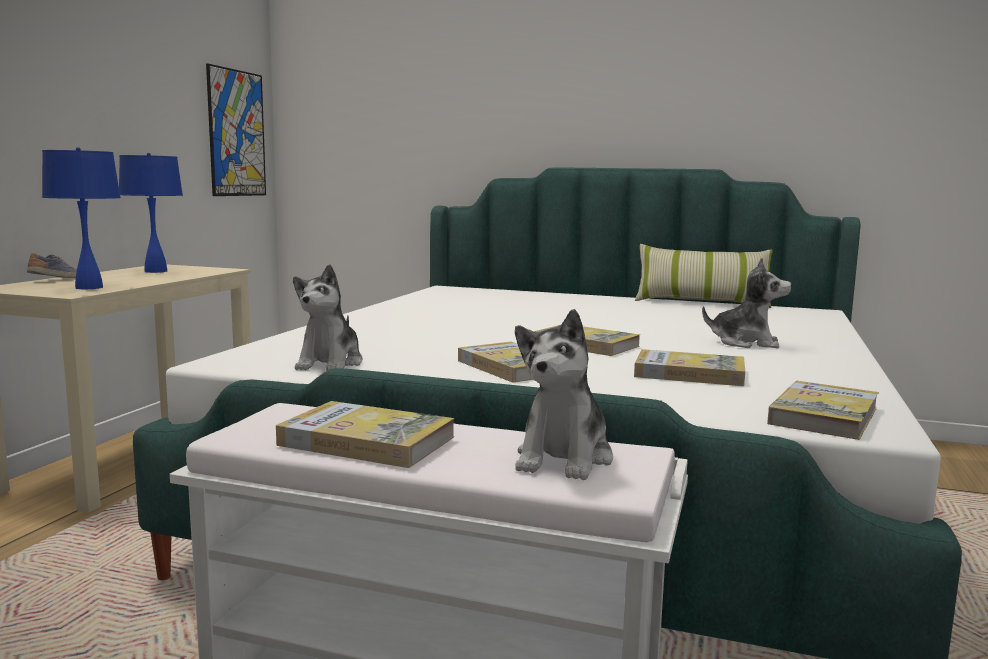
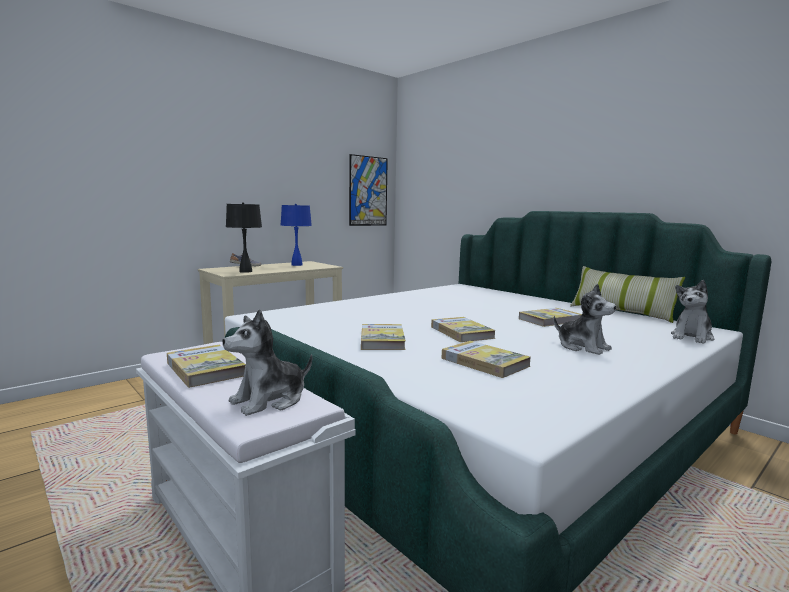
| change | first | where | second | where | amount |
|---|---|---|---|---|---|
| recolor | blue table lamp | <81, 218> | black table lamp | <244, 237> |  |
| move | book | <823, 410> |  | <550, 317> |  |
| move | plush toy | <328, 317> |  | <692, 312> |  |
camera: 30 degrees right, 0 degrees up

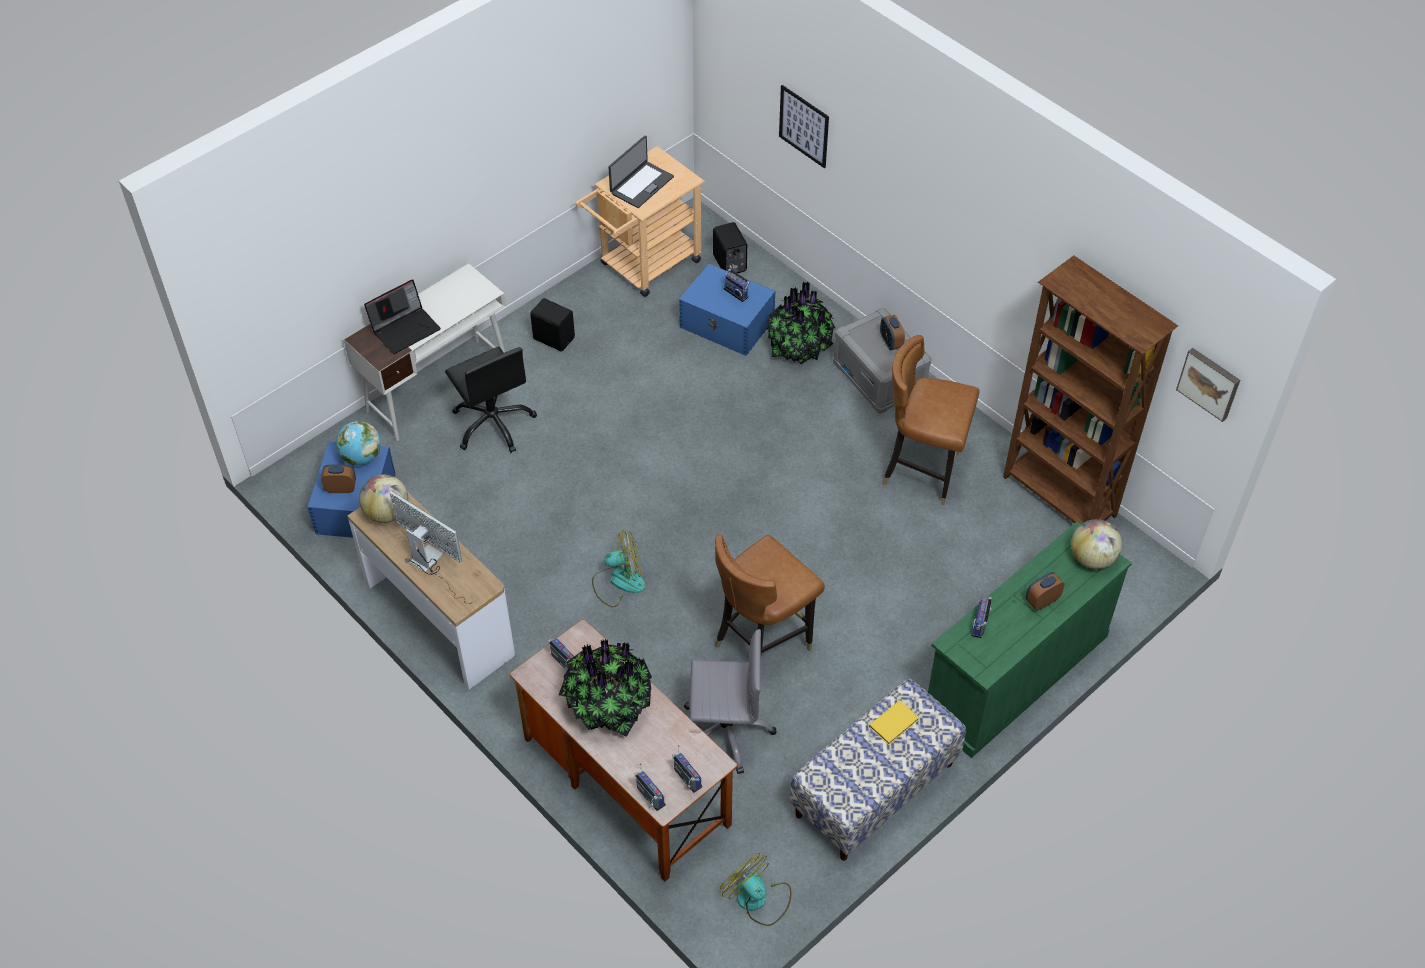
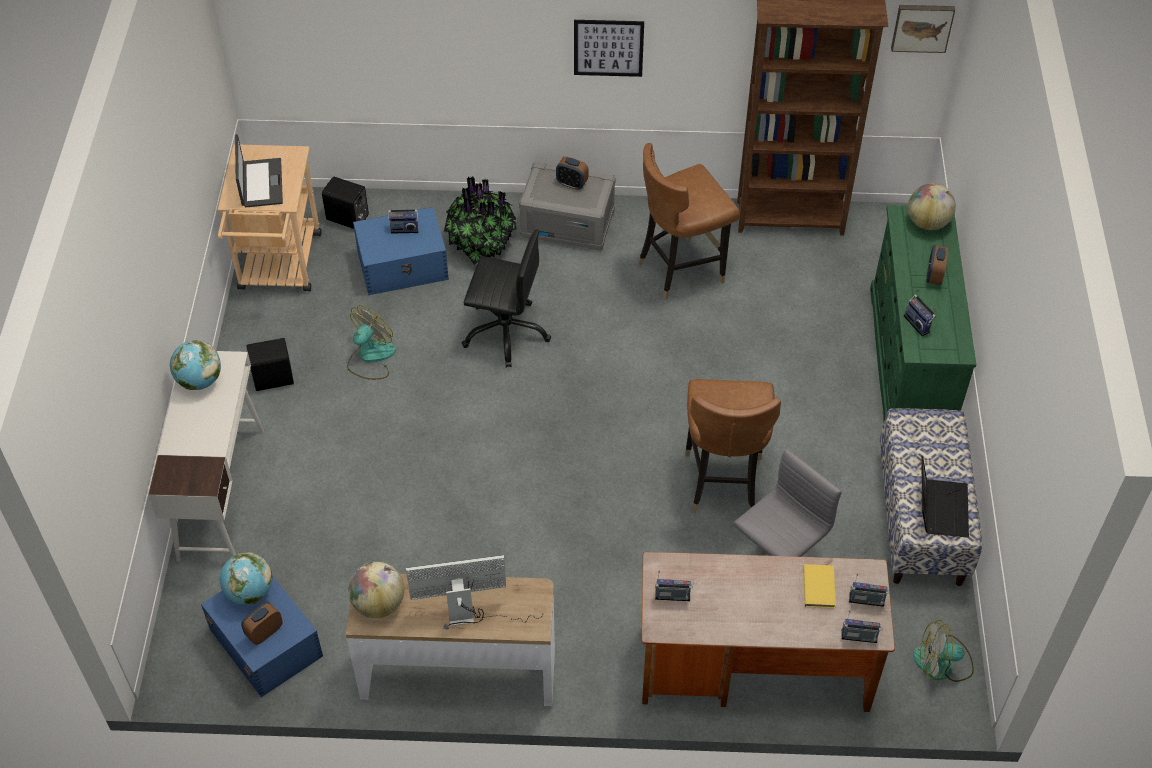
| change | first | where | second | where | amount |
|---|---|---|---|---|---|
| insert |  |  | globe | <195, 365> |  |
| move | fan | <618, 568> |  | <371, 342> |  |
| move | black office chair | <491, 400> |  | <506, 298> |  |
| move | picture | <804, 126> |  | <609, 48> |  |
| move | yellow book | <894, 722> |  | <819, 586> |  |
| move | laptop | <402, 316> |  | <945, 496> |  |
| delete | potted plant | <605, 688> |  |  |  |
camera: 45 degrees left, 0 degrees up

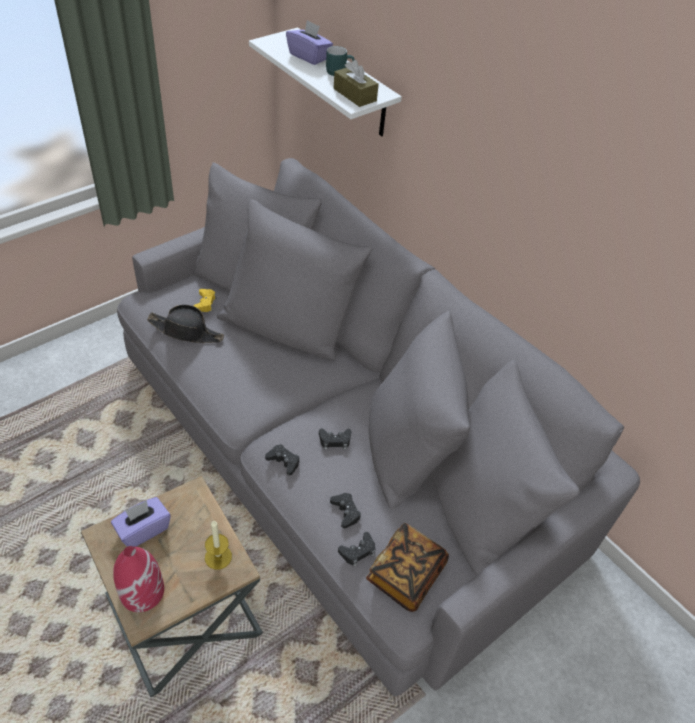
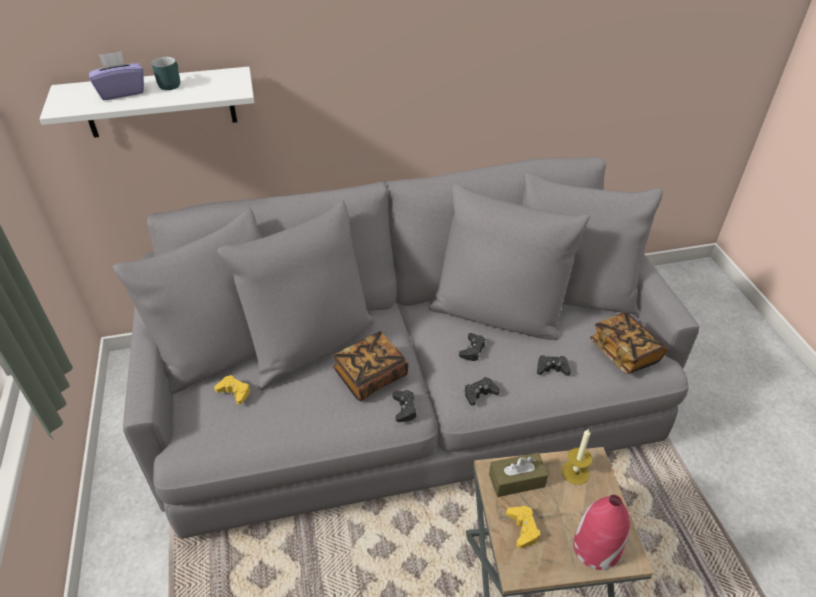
| change | first | where | second | where | amount |
|---|---|---|---|---|---|
| insert |  |  | book | <370, 366> |  |
| move | black game controller | <357, 549> |  | <405, 406> |  |
| move | brown tissue box | <356, 83> |  | <518, 475> |  |
| replace | purple tissue box | <141, 522> | yellow game controller | <523, 527> |  |
| delete | black hat | <185, 324> |  |  |  |
camera: 60 degrees left, 5 degrees down

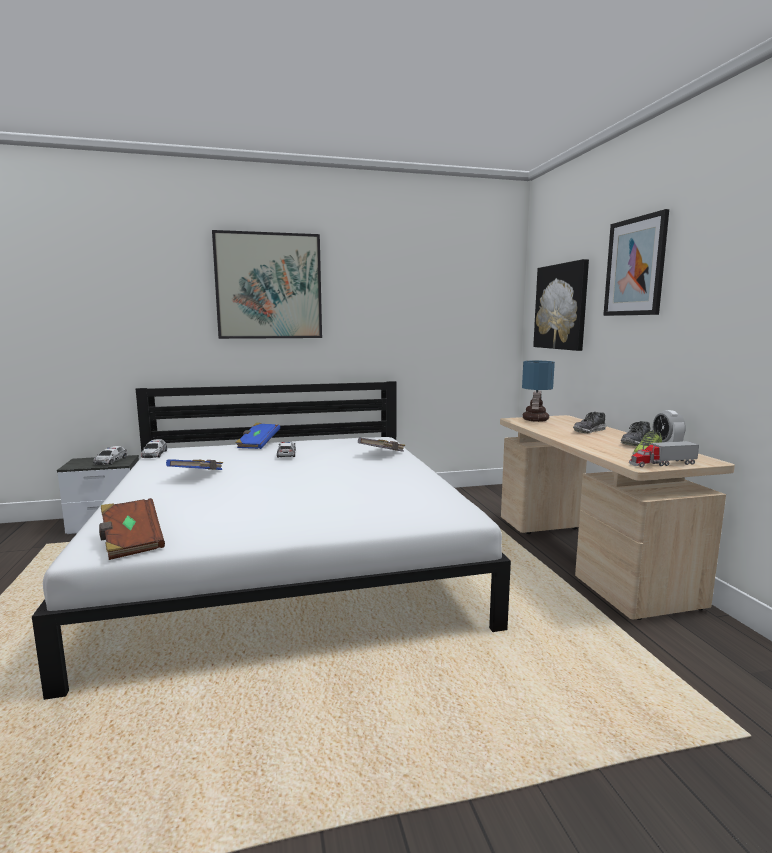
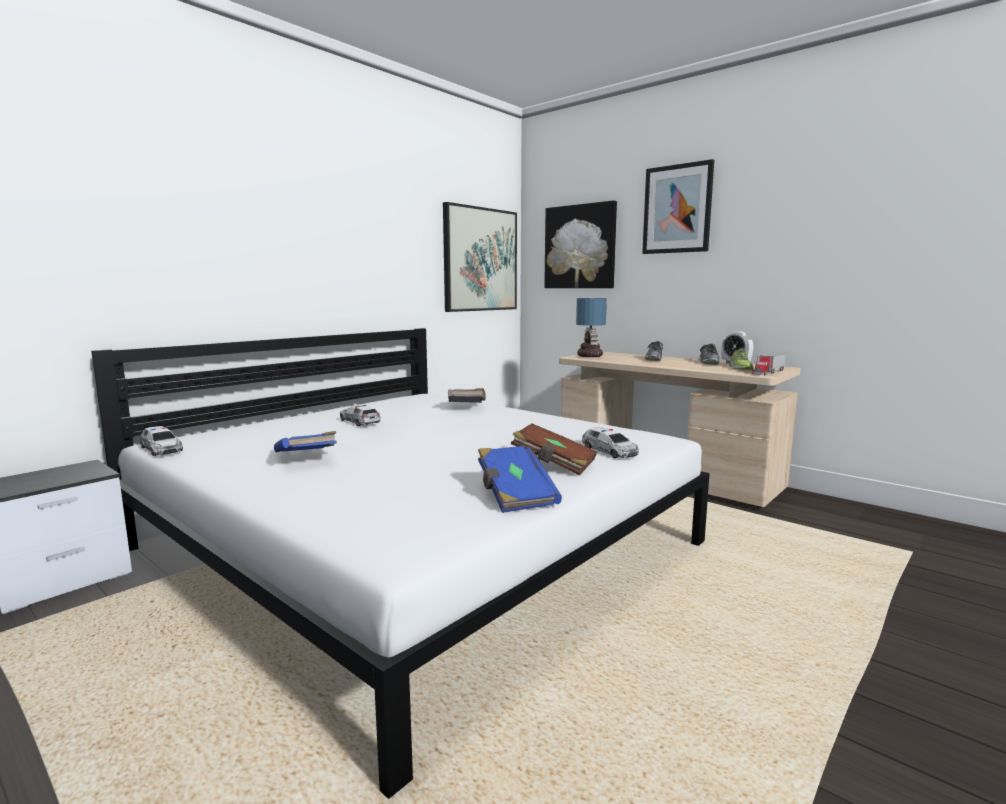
| change | first | where | second | where | amount |
|---|---|---|---|---|---|
| move | picture | <267, 284> |  | <480, 257> |  |
| move | blue book | <257, 436> |  | <520, 479> |  |
| move | brown book | <132, 529> |  | <554, 449> |  |
| move | toy car | <110, 455> |  | <610, 442> |  |
camera: 35 degrees left, 0 degrees up

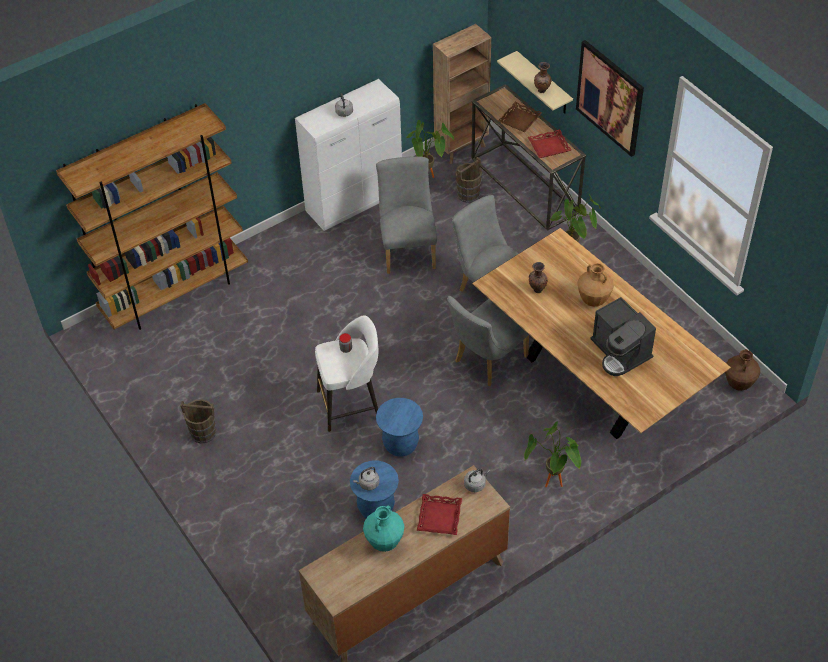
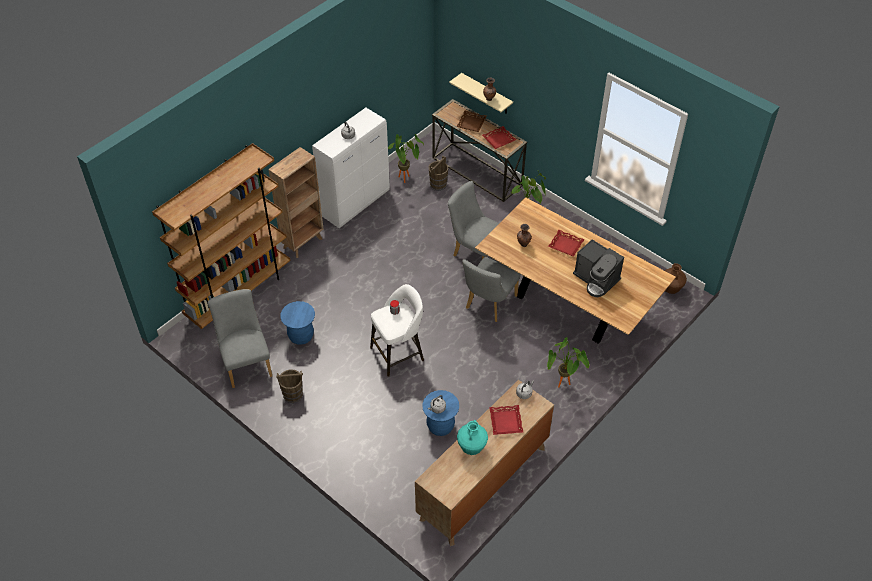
| change | first | where | second | where | amount |
|---|---|---|---|---|---|
| move | grey chair | <406, 215> |  | <240, 338> |  |
| move | brown bookcase | <462, 94> |  | <296, 202> |  |
| move | blue stool | <399, 427> |  | <297, 323> |  |
| replace | brown vase | <595, 285> | red tray | <566, 243> |  |
| delete | picture | <610, 98> |  |  |  |
camera: 15 degrees left, 0 degrees up

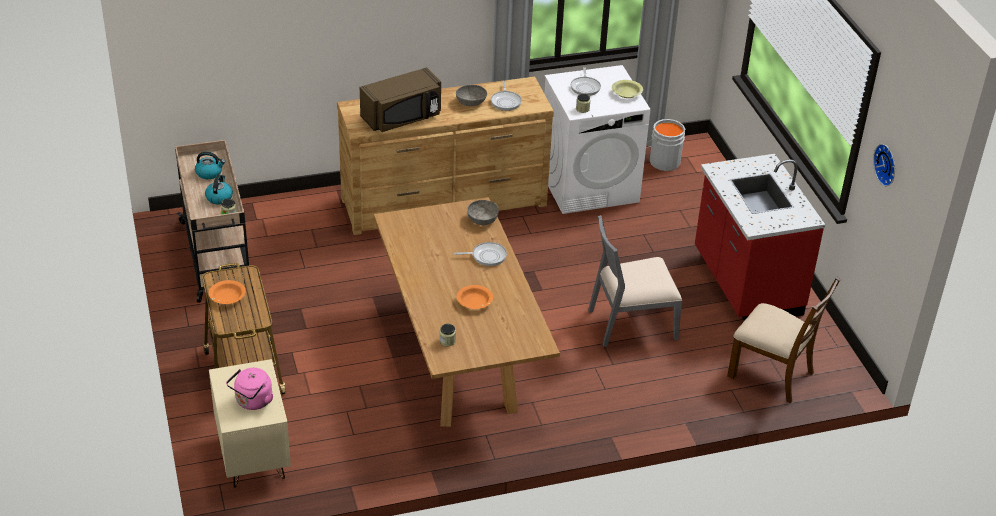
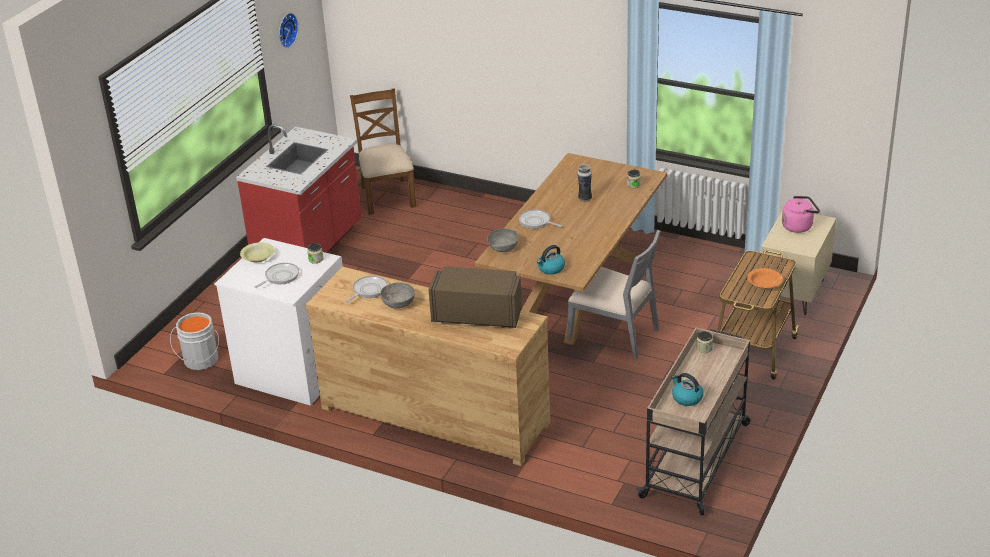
| change | first | where | second | where | amount |
|---|---|---|---|---|---|
| move | kettle | <219, 189> |  | <551, 260> |  |
| move | grey chair | <635, 281> |  | <613, 294> |  |
| replace | orange bowl | <475, 297> | vase | <584, 183> |  |
camera: 135 degrees left, 5 degrees down

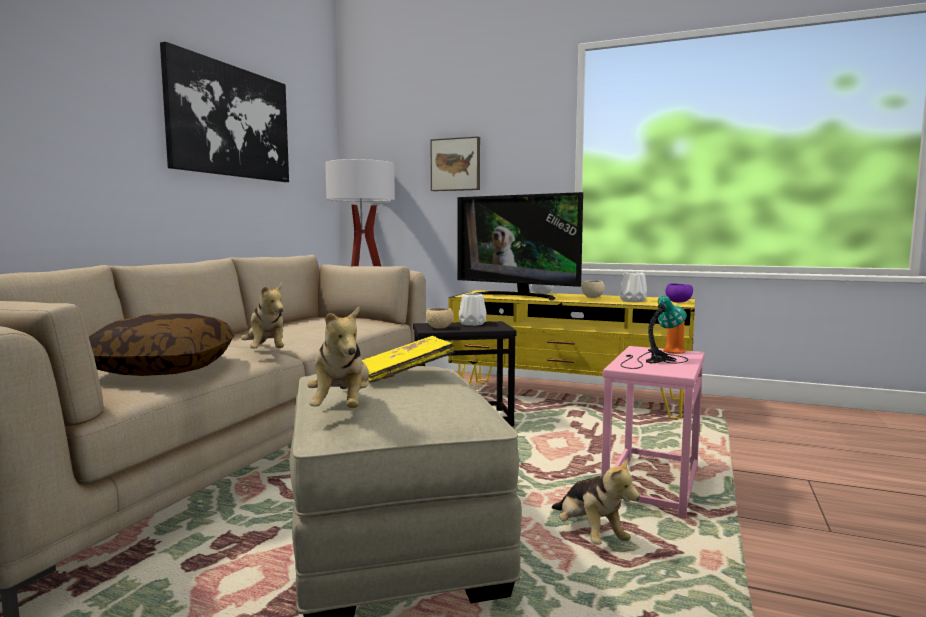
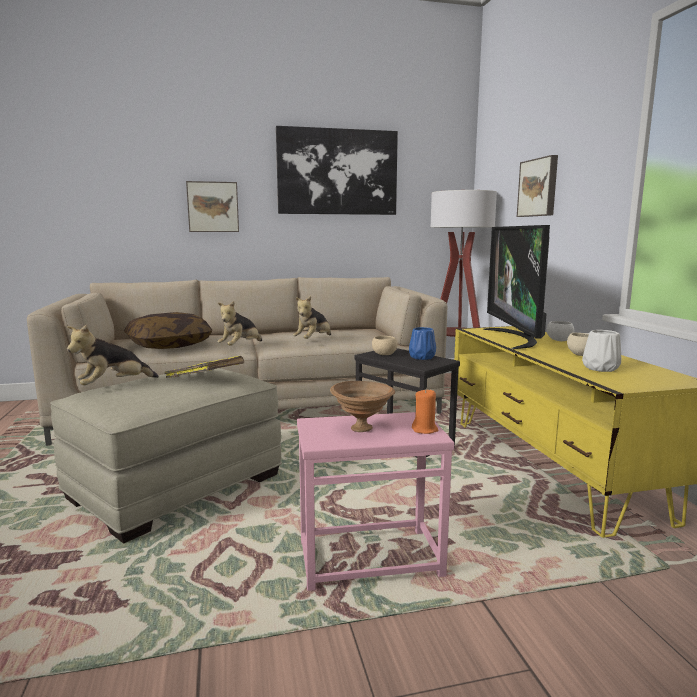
| change | first | where | second | where | amount |
|---|---|---|---|---|---|
| insert |  |  | picture | <212, 206> |  |
| move | plush toy | <595, 501> |  | <312, 317> |  |
| replace | table lamp | <654, 332> | brown bowl | <362, 406> |  |
| recolor | white vase | <473, 309> | blue vase | <422, 343> |  |
| delete | purple bowl | <679, 293> |  |  |  |
camera: 55 degrees right, 5 degrees up

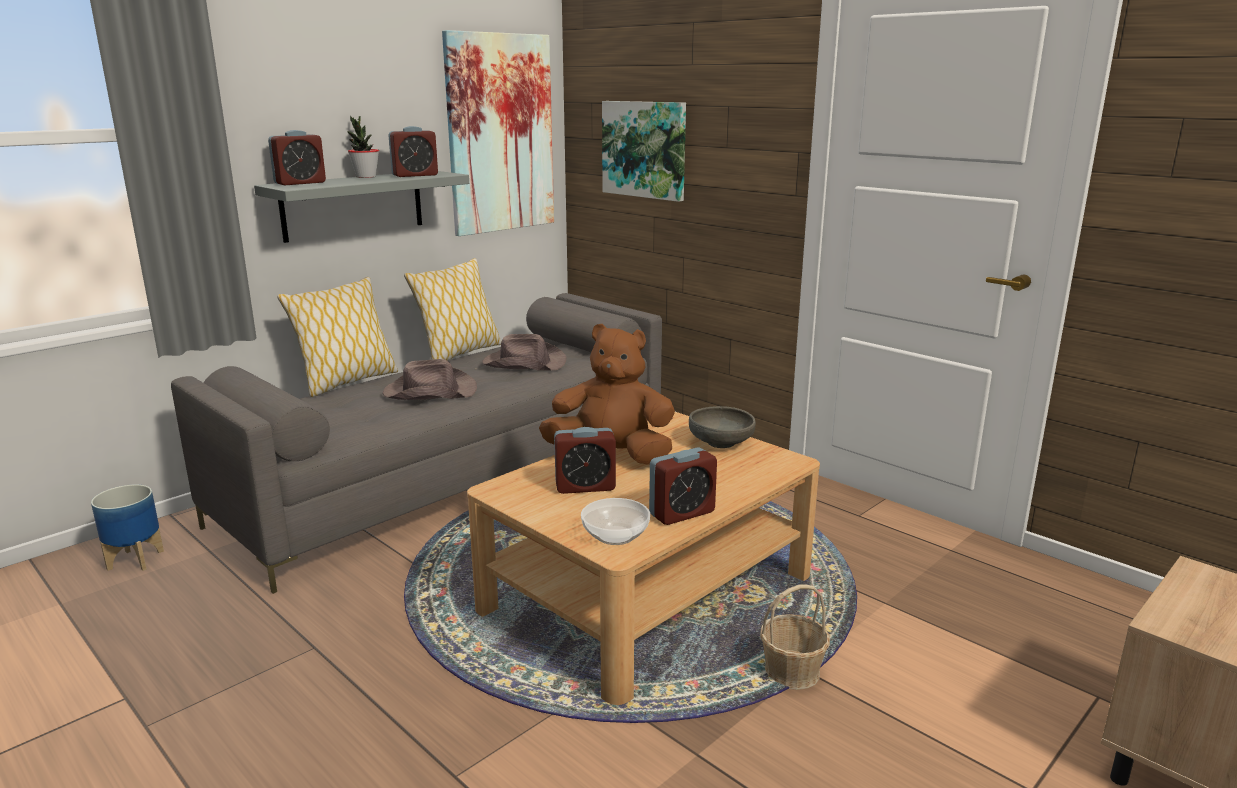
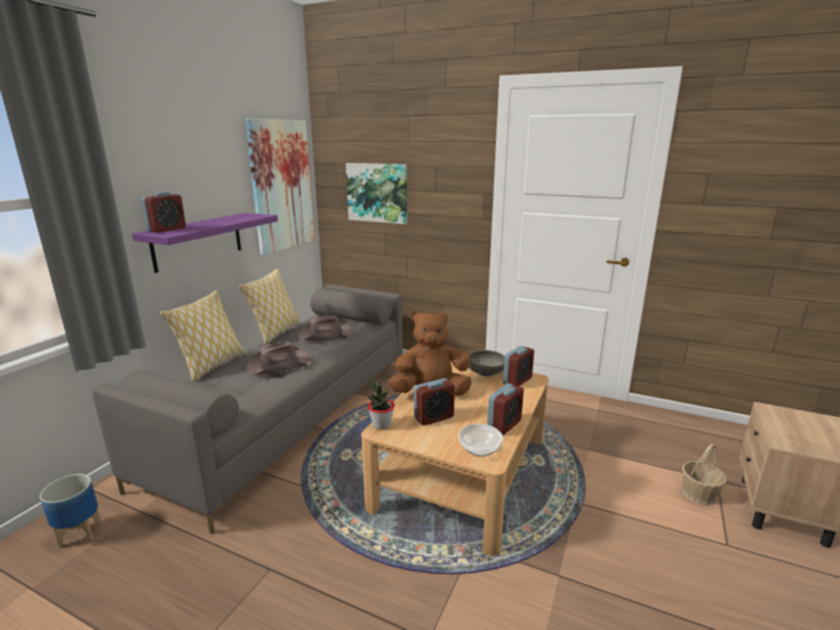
| change | first | where | second | where | amount |
|---|---|---|---|---|---|
| recolor | grey shelf | <361, 207> | purple shelf | <205, 243> |  |
| move | potted plant | <363, 147> |  | <381, 404> |  |
| move | alarm clock | <413, 151> |  | <518, 366> |  |
| move | basket | <795, 637> |  | <704, 474> |  |
camera: 20 degrees left, 0 degrees up

